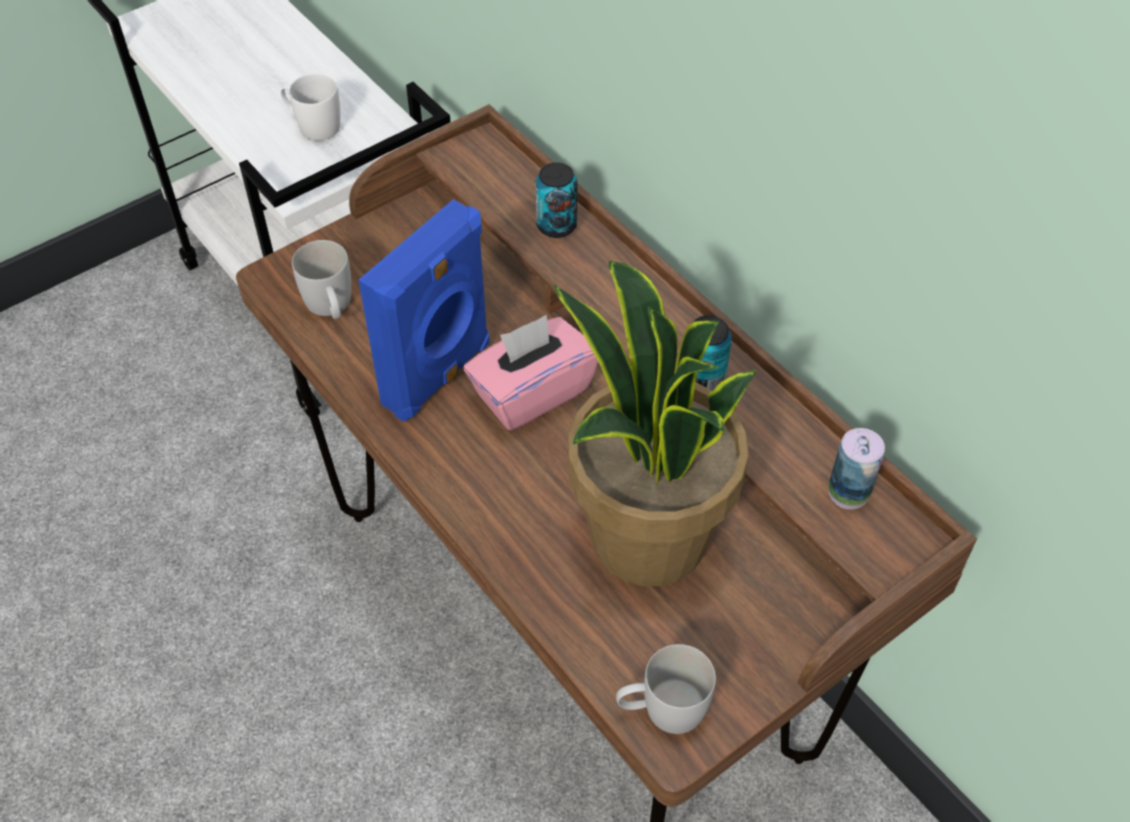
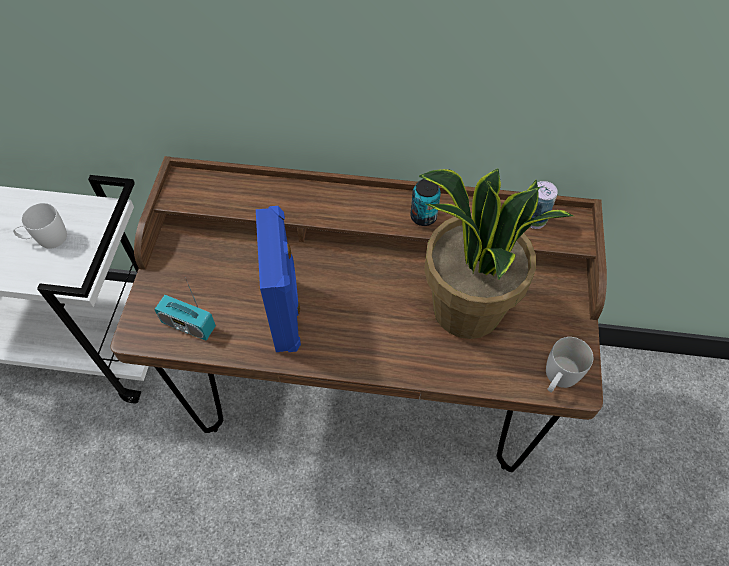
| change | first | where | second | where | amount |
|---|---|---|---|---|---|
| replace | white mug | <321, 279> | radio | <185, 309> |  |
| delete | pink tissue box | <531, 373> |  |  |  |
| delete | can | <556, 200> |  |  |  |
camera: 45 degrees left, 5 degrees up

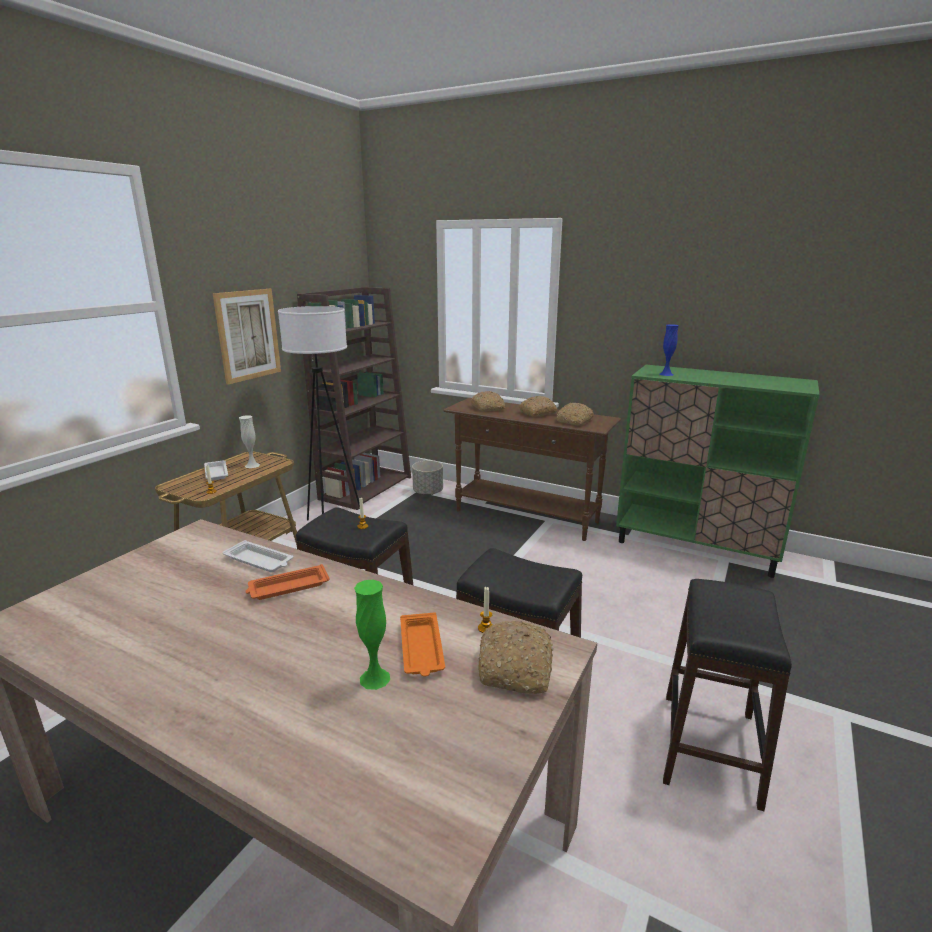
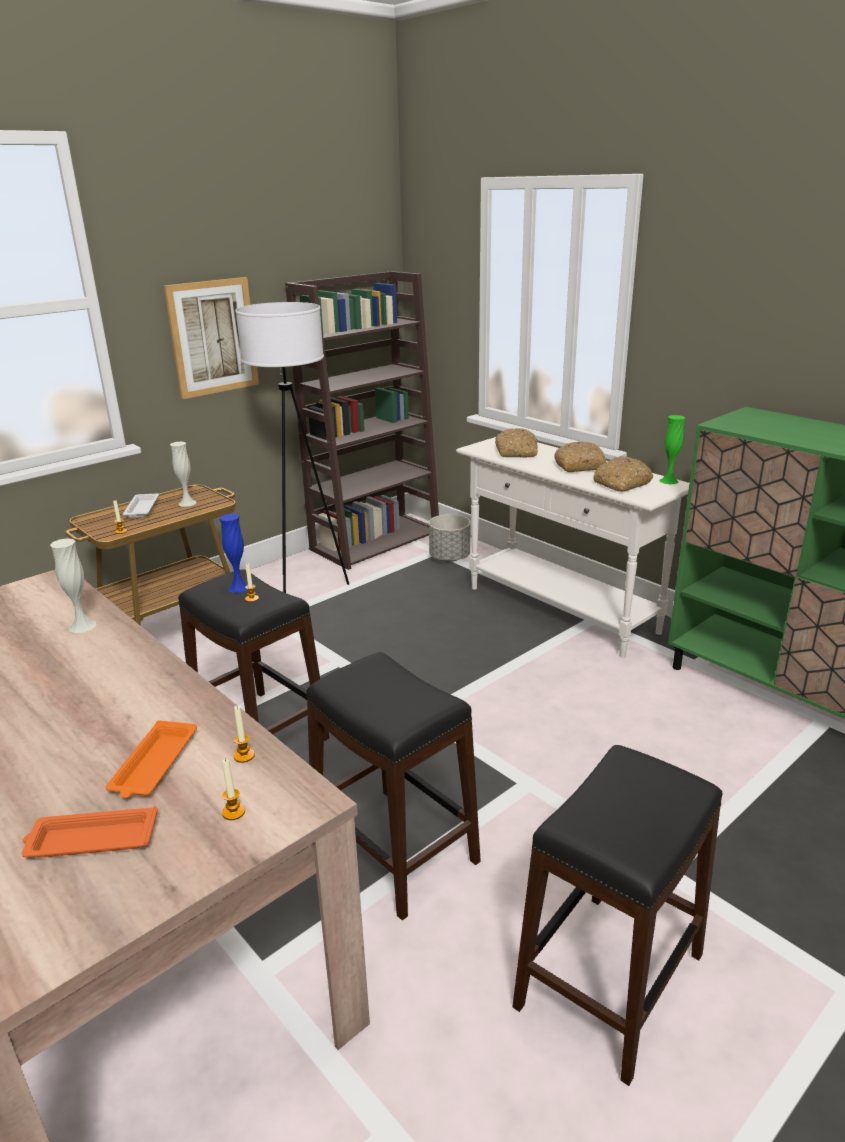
| change | first | where | second | where | amount |
|---|---|---|---|---|---|
| move | orange tray | <287, 582> |  | <89, 832> |  |
| replace | white tray | <258, 556> | white vase | <73, 585> |  |
| move | blue vase | <669, 350> |  | <233, 553> |  |
| replace | bread | <516, 657> | candle | <233, 789> |  |
| recolor | brown console table | <532, 469> | white console table | <572, 547> |  |
| move | green vase | <372, 635> |  | <672, 449> |  |
camera: 20 degrees right, 5 degrees up

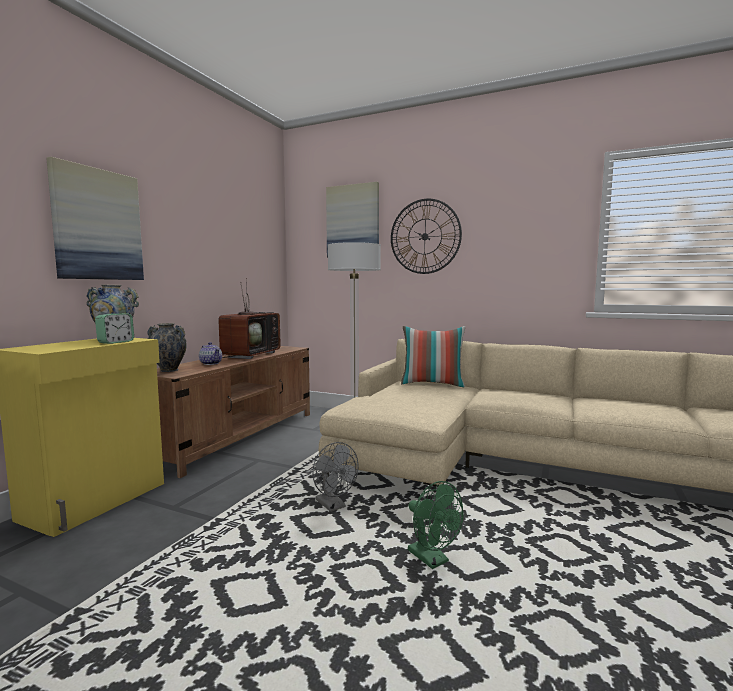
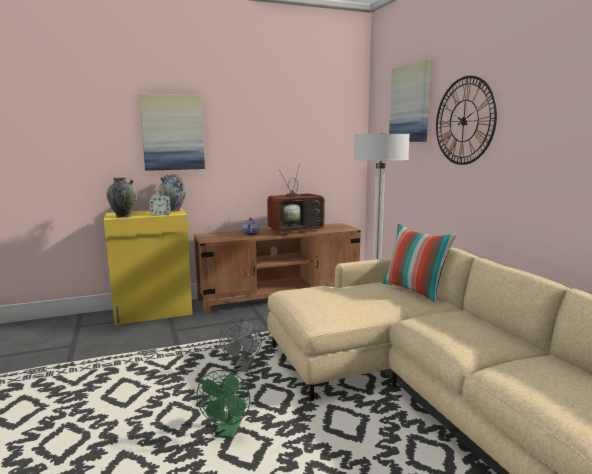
| change | first | where | second | where | amount |
|---|---|---|---|---|---|
| move | vase | <167, 347> |  | <121, 197> |  |
camera: 45 degrees right, 5 degrees up

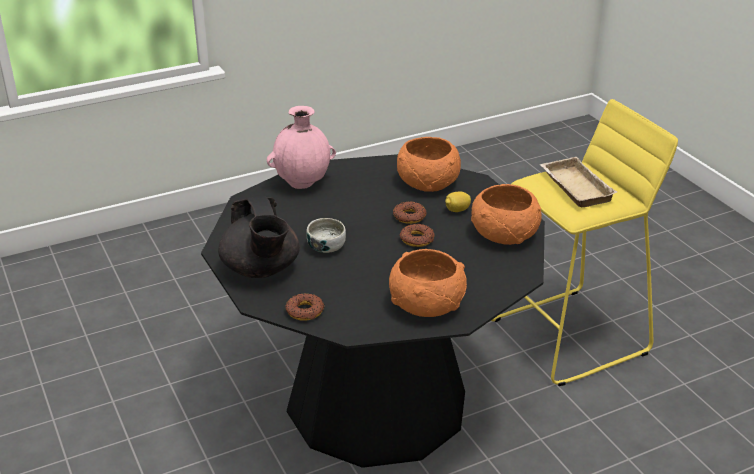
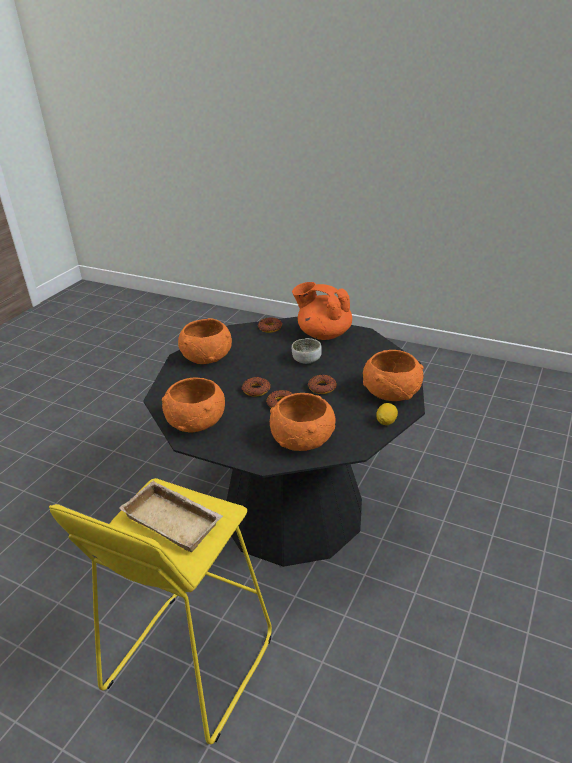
| change | first | where | second | where | amount |
|---|---|---|---|---|---|
| recolor | black teapot | <259, 237> | orange teapot | <322, 311> |  |
| insert |  |  | donut | <322, 384> |  |
| replace | pink vase | <301, 147> | orange bowl | <393, 375> |  |
| move | lemon | <458, 202> |  | <387, 414> |  |
camera: 145 degrees right, 0 degrees up

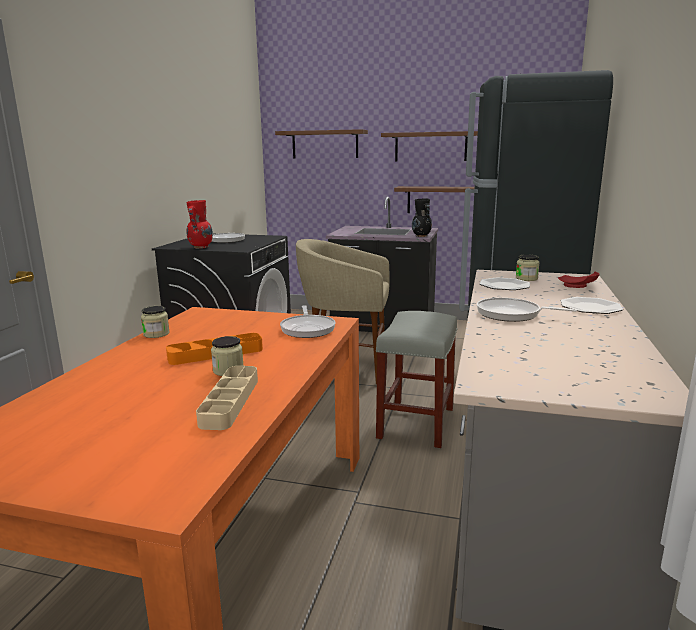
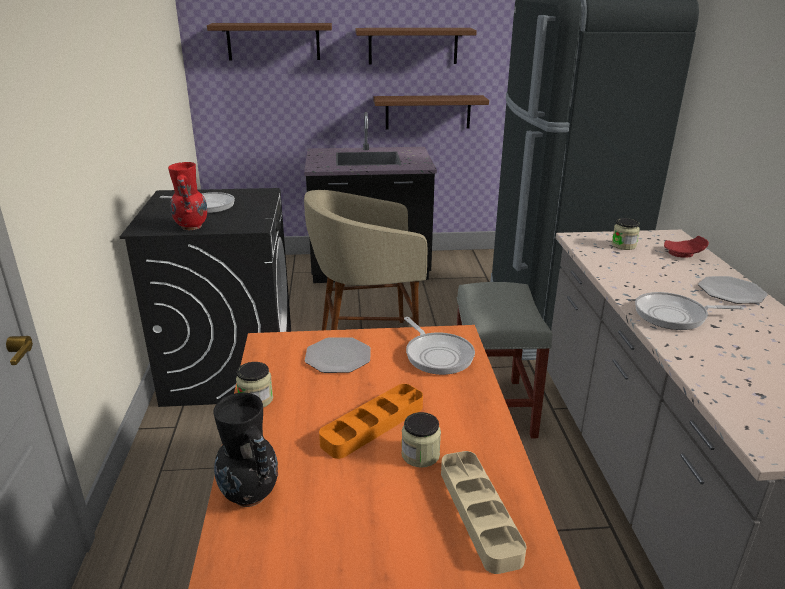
| change | first | where | second | where | amount |
|---|---|---|---|---|---|
| move | black vase | <422, 217> |  | <246, 449> |  |
| move | plate | <505, 284> |  | <338, 355> |  |
camera: 20 degrees left, 10 degrees up

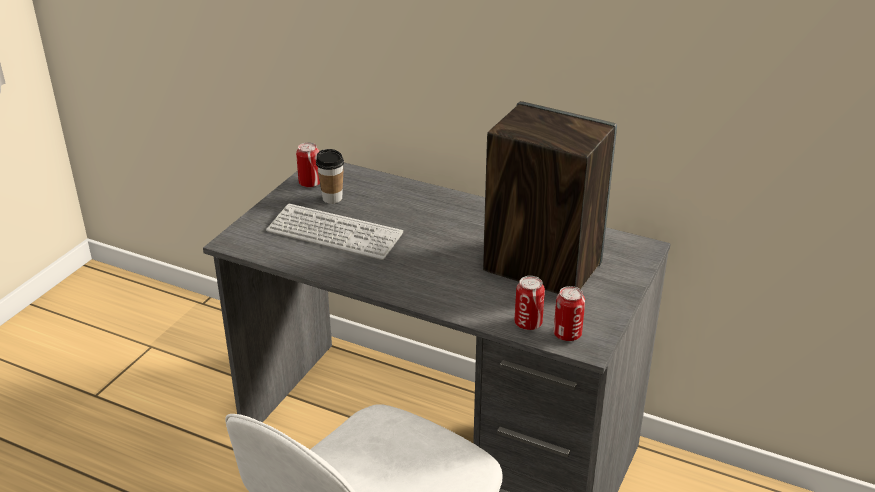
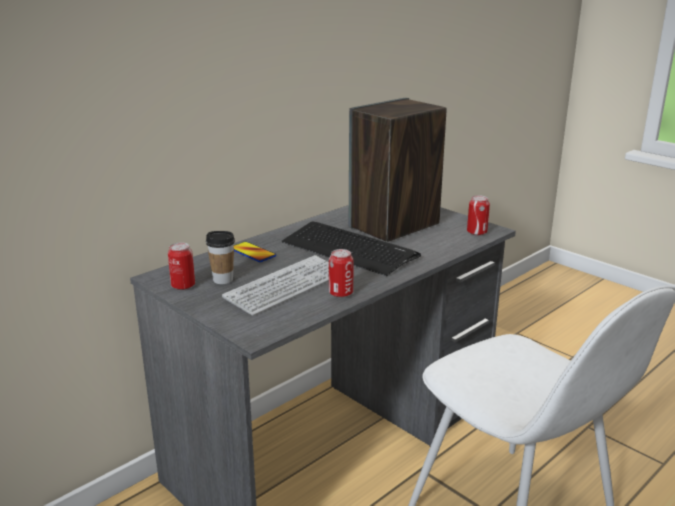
| change | first | where | second | where | amount |
|---|---|---|---|---|---|
| insert |  |  | phone | <254, 251> |  |
| insert |  |  | keyboard | <351, 248> |  |
| move | can | <529, 303> |  | <341, 273> |  |
camera: 70 degrees left, 10 degrees down

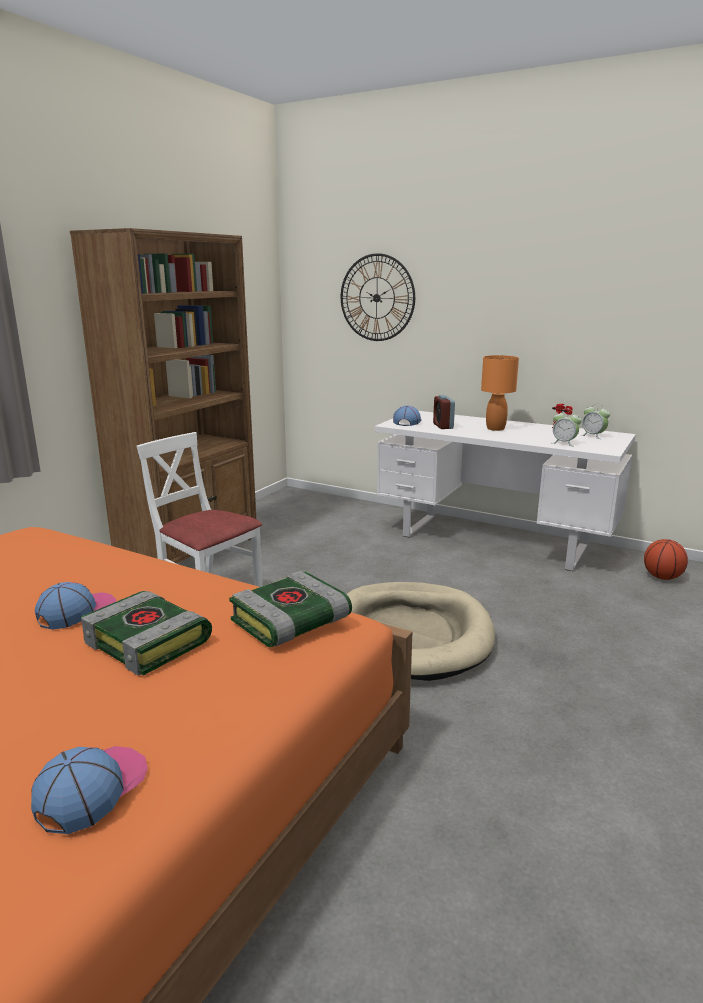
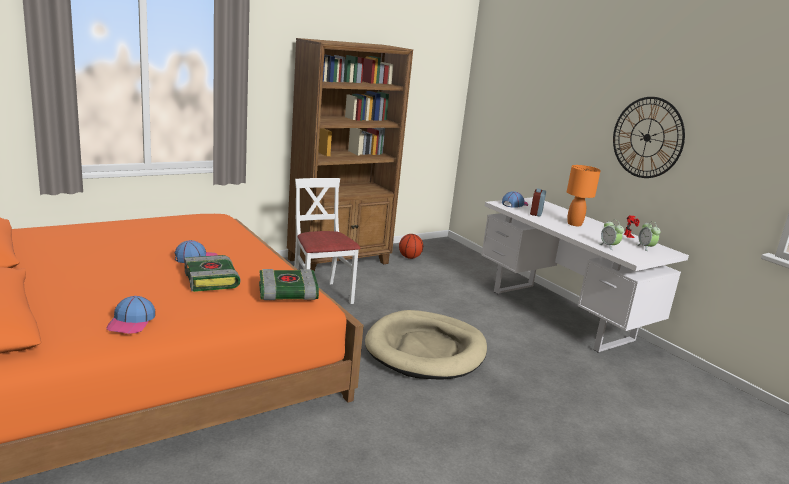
| change | first | where | second | where | amount |
|---|---|---|---|---|---|
| rotate | cap | <89, 790> |  | <130, 315> | 135 degrees clockwise |
| move | basketball | <666, 559> |  | <411, 246> |  |
| move | wall clock | <378, 297> |  | <649, 137> |  |
camera: 25 degrees right, 0 degrees up

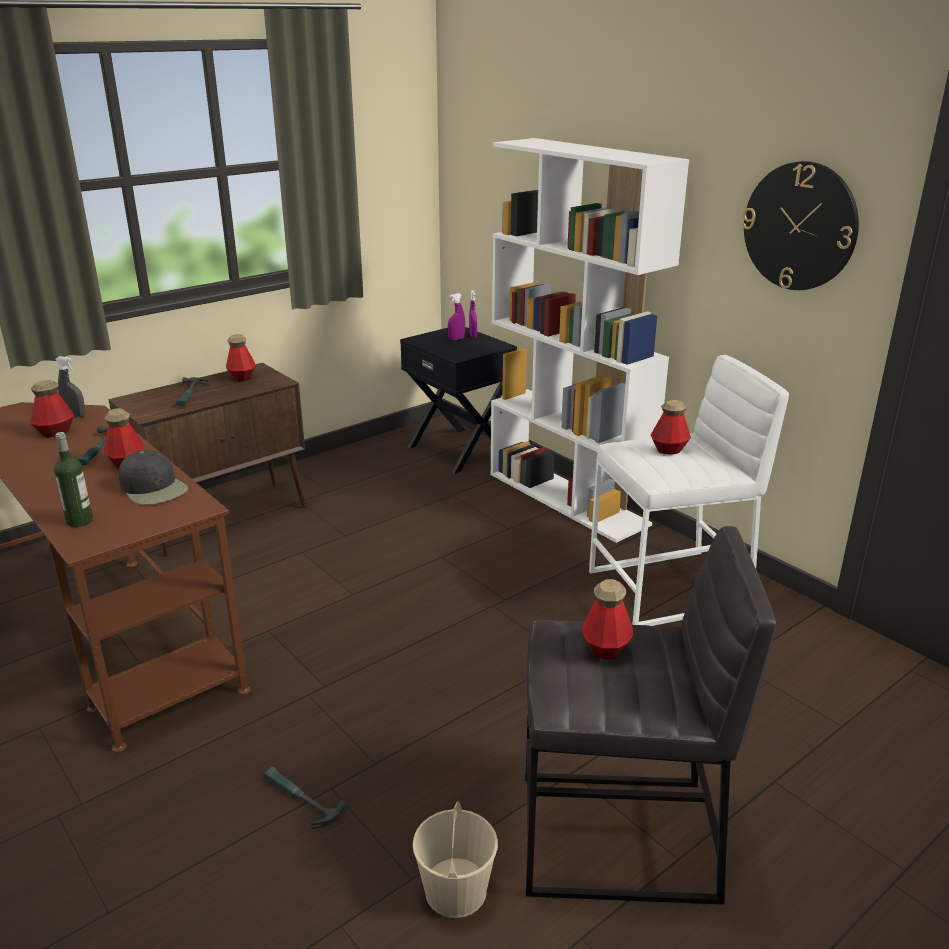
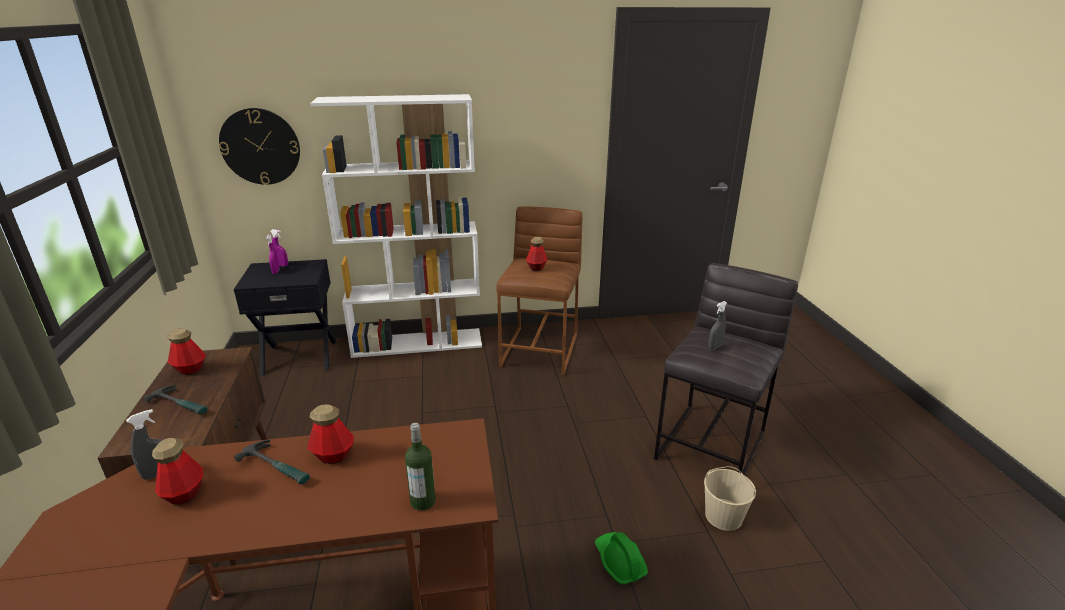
| change | first | where | second | where | amount |
|---|---|---|---|---|---|
| move | wall clock | <800, 225> |  | <259, 146> |  |
| recolor | white stool | <689, 490> | brown stool | <539, 290> |  |
| replace | hammer | <305, 798> | green hard hat | <621, 558> |  |
| replace | bottle | <608, 619> | grey spray bottle | <717, 325> |  |
| delete | black cap | <153, 477> |  |  |  |
camera: 60 degrees left, 0 degrees up

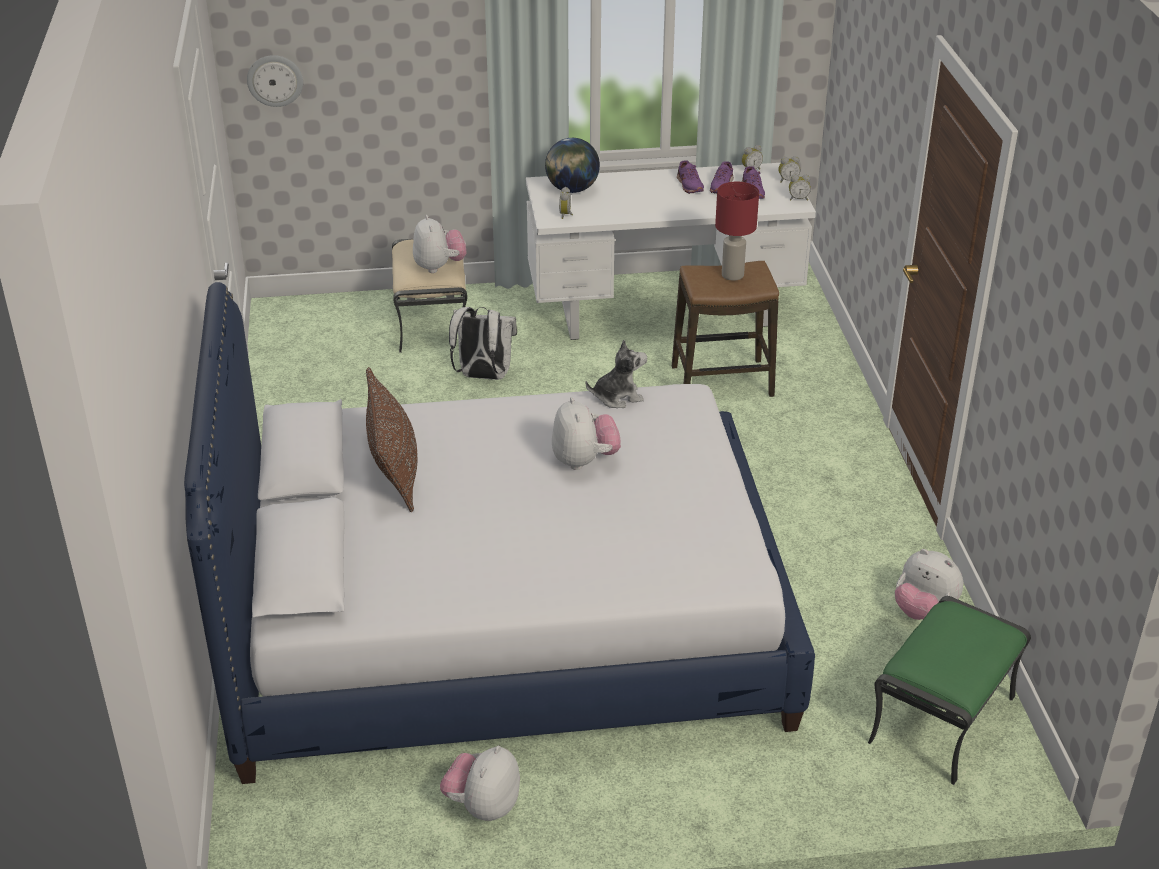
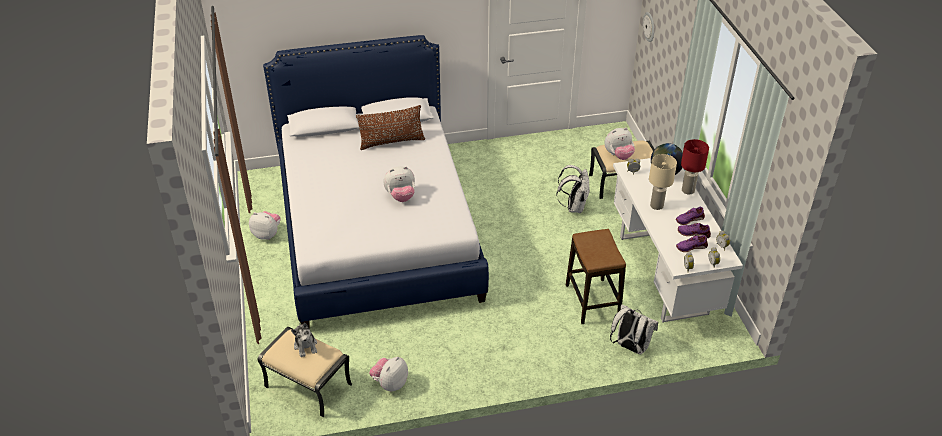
| change | first | where | second | where | amount |
|---|---|---|---|---|---|
| recolor | green ottoman | <949, 690> | beige ottoman | <305, 372> |  |
| move | plush toy | <616, 374> |  | <304, 340> |  |
| insert |  |  | white backpack | <634, 329> |  |
| insert |  |  | beige table lamp | <663, 182> |  |
| move | red table lamp | <737, 231> |  | <695, 167> |  |
camera: 85 degrees right, 5 degrees up

